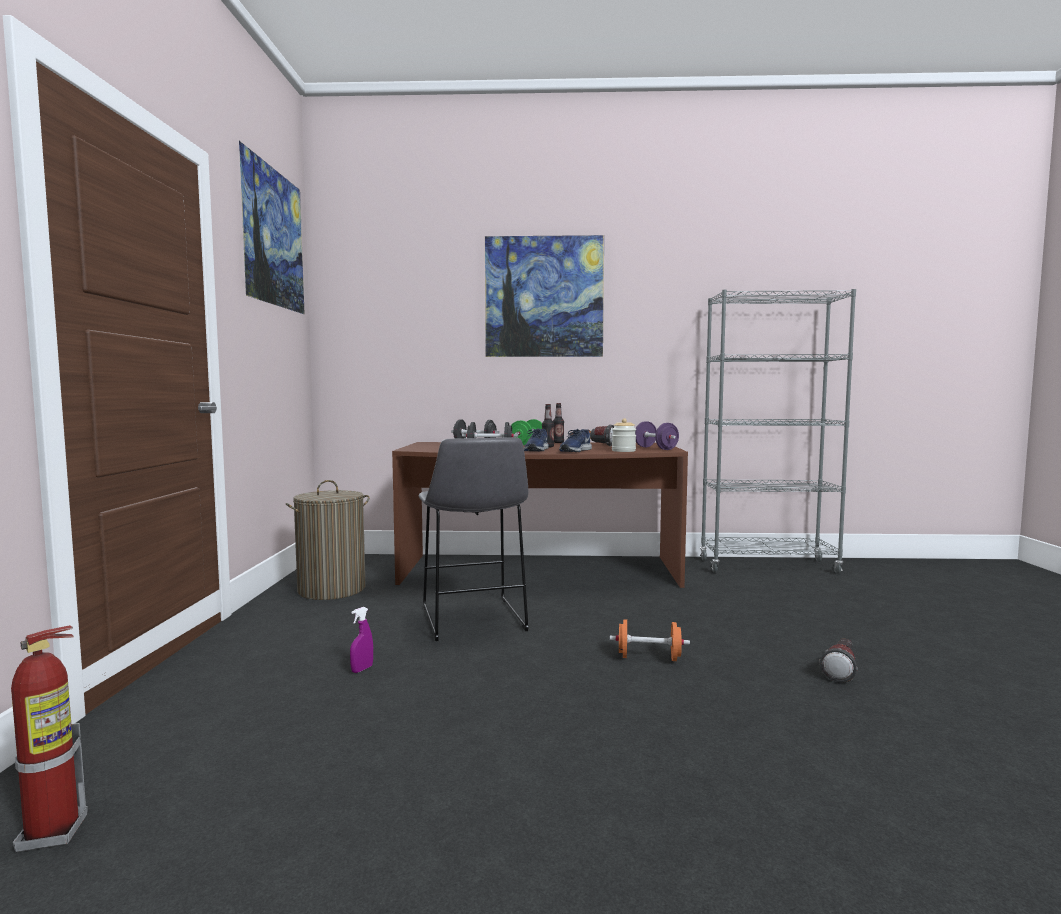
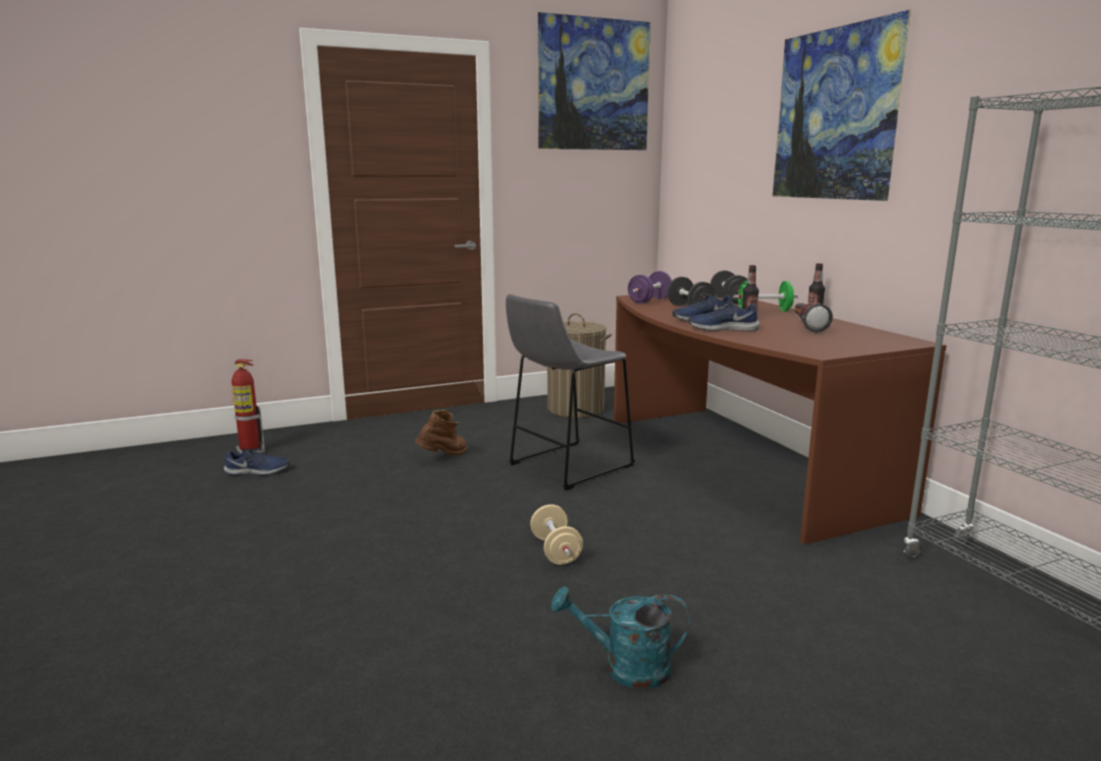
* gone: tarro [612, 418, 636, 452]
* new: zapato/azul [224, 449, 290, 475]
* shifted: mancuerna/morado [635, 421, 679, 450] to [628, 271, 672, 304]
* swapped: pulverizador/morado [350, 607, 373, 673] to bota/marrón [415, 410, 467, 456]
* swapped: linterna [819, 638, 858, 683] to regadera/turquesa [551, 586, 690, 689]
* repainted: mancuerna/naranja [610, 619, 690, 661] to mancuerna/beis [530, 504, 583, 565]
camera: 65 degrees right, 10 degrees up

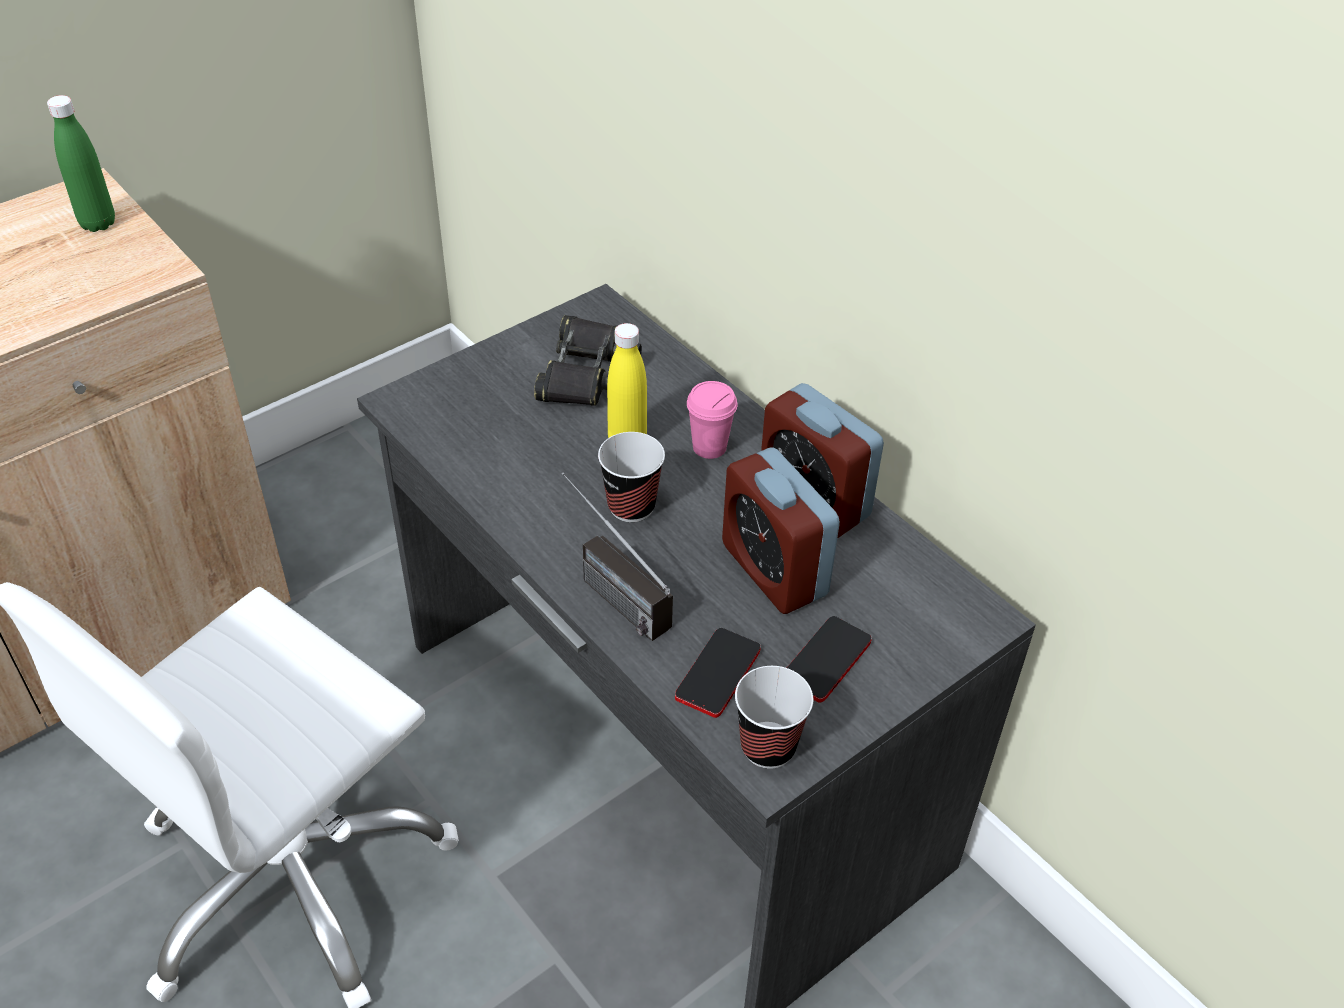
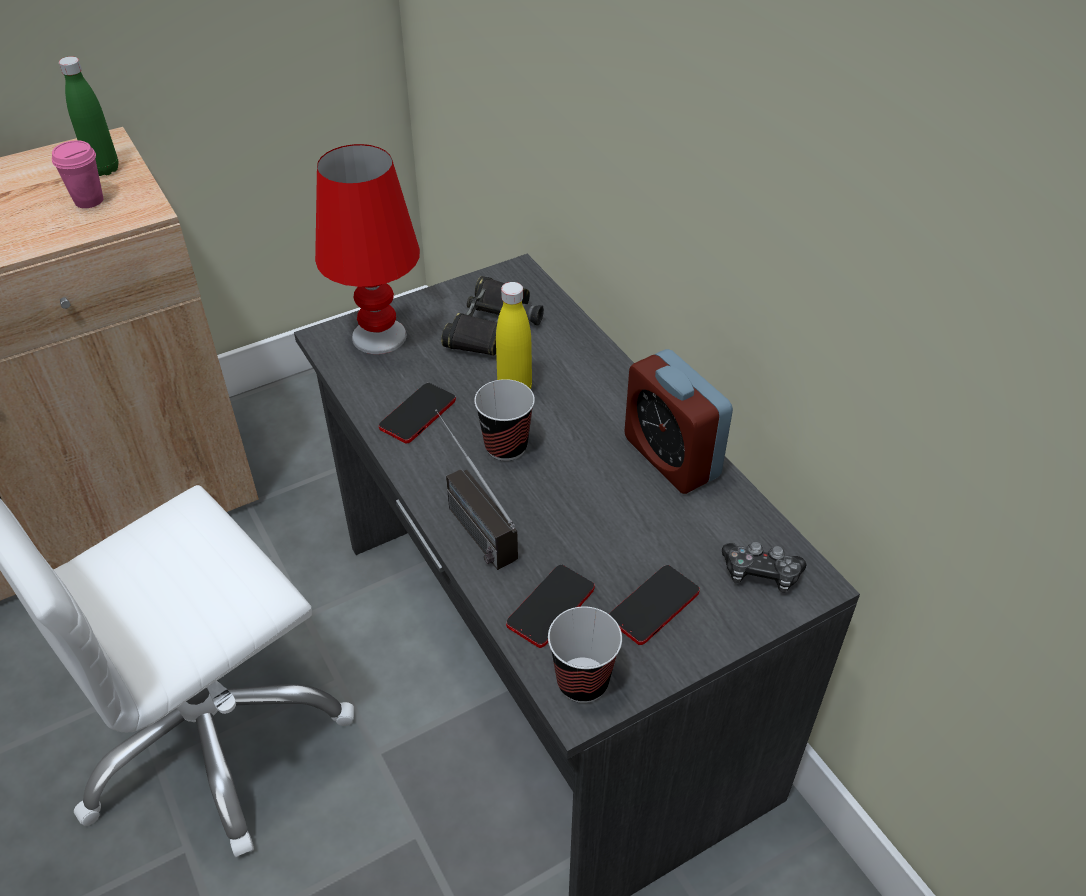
* gone: despertador [722, 447, 840, 614]
* new: lámpara de mesa/rojo [315, 144, 420, 354]
* new: móvil [379, 383, 456, 444]
* new: mando de consola [722, 541, 807, 593]
* shifted: taza/rosa [687, 381, 738, 459] to [52, 140, 103, 208]
camera: 10 degrees right, 0 degrees up

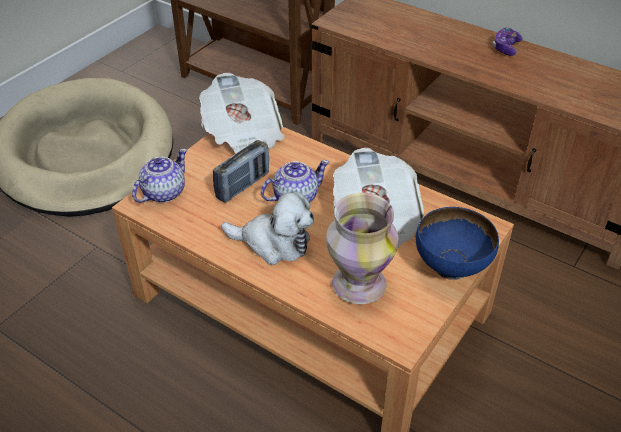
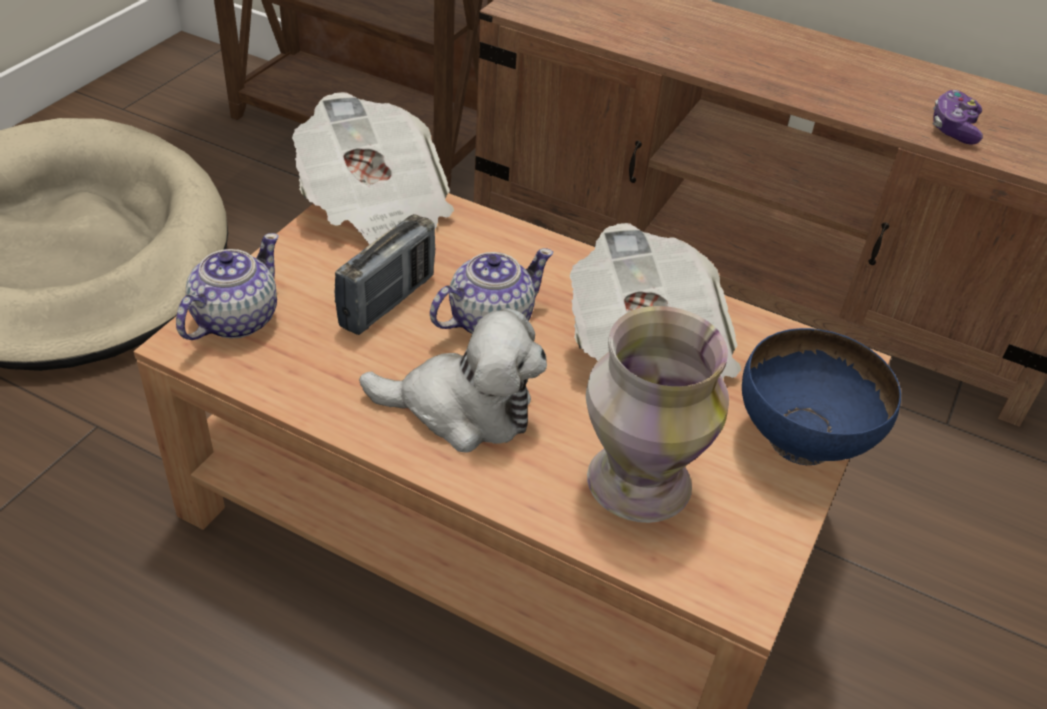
* shifted: mando de consola [493, 28, 523, 56] to [933, 90, 983, 145]
camera: 10 degrees left, 0 degrees up

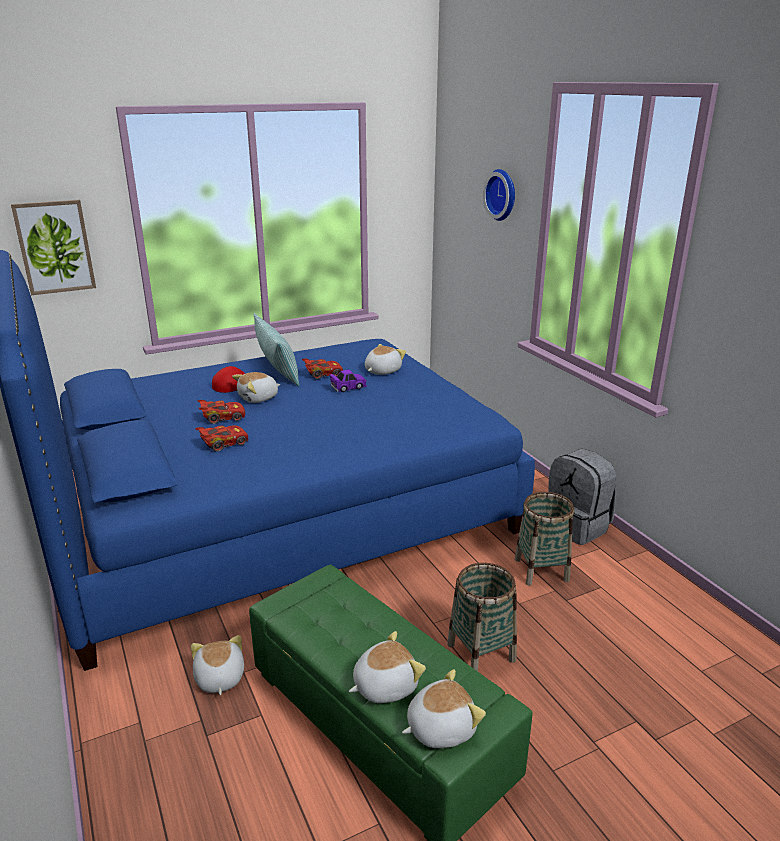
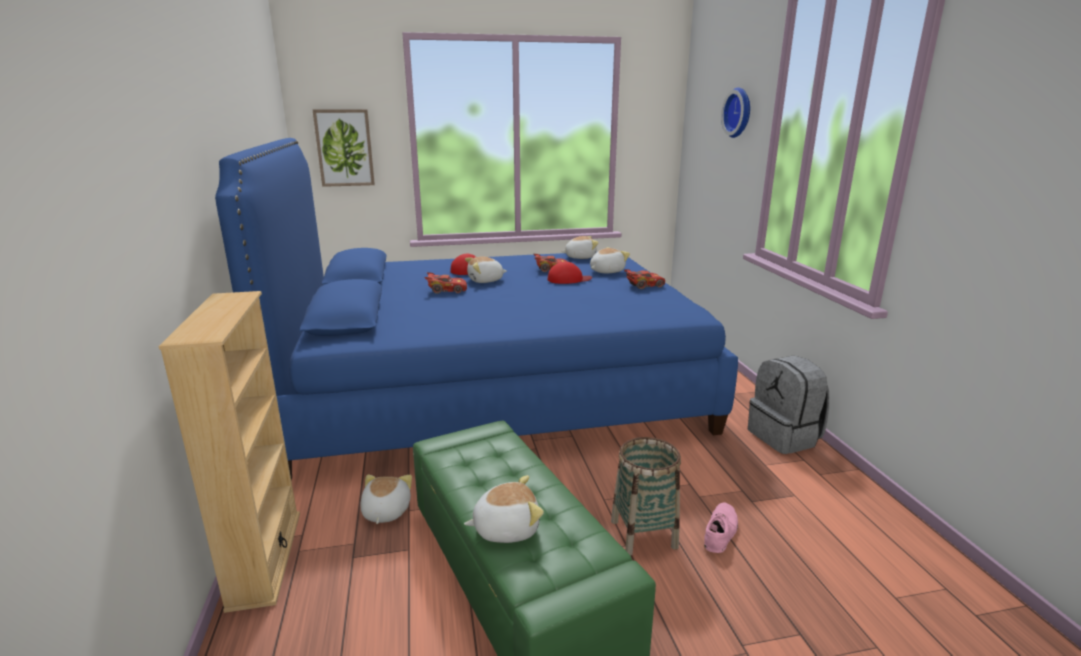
* gone: cojín [254, 313, 299, 387]
* gone: cesta [515, 492, 574, 586]
* new: estantería/beis [158, 291, 300, 613]
* new: zapato/rosa [704, 503, 738, 553]
* shifted: coche de juguete/rojo [195, 425, 248, 452] to [624, 269, 665, 289]
* shifted: peluche [402, 669, 486, 748] to [561, 236, 599, 259]
* swapped: coche de juguete/morado [329, 370, 367, 392] to gorra/rojo [548, 261, 592, 284]
camera: 15 degrees right, 5 degrees down

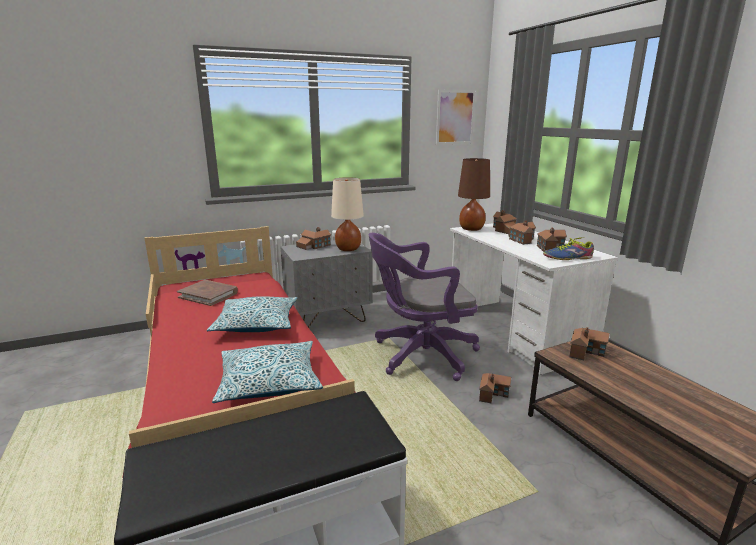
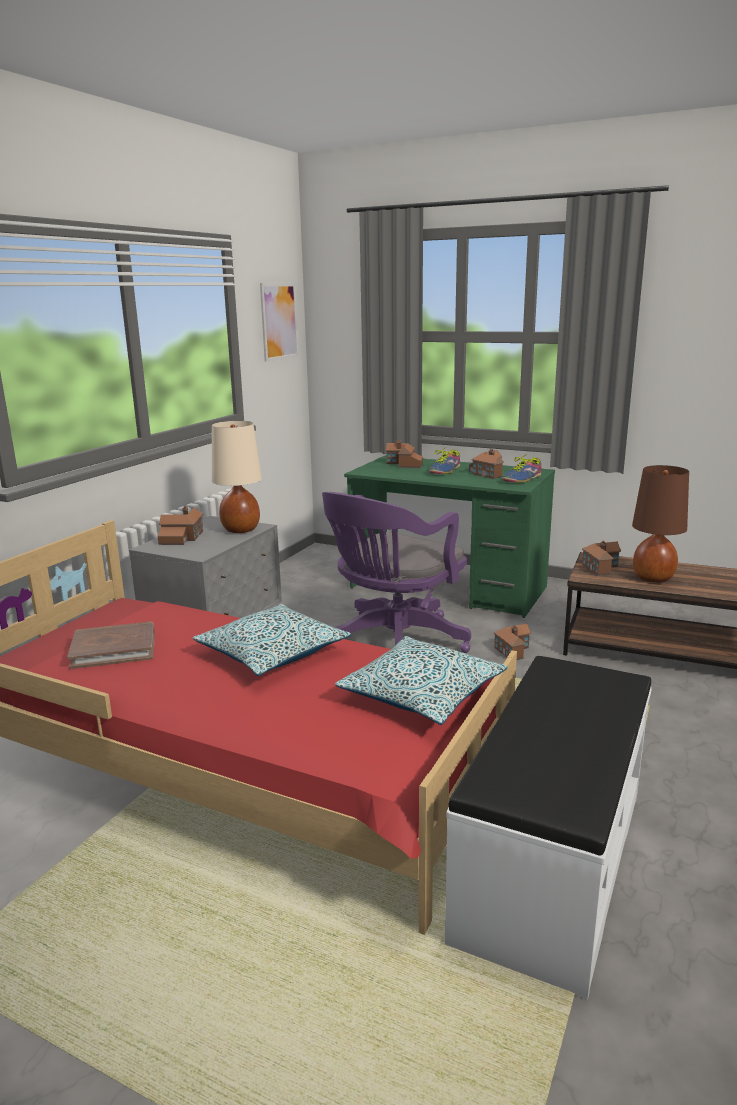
* shifted: lámpara de mesa/marrón [458, 158, 490, 231] to [632, 465, 689, 583]
* swapped: casita [508, 220, 536, 245] to zapato [429, 447, 460, 474]
* repainted: escritorio/blanco [450, 223, 618, 375] to escritorio/verde [344, 455, 555, 618]
camera: 40 degrees left, 0 degrees up

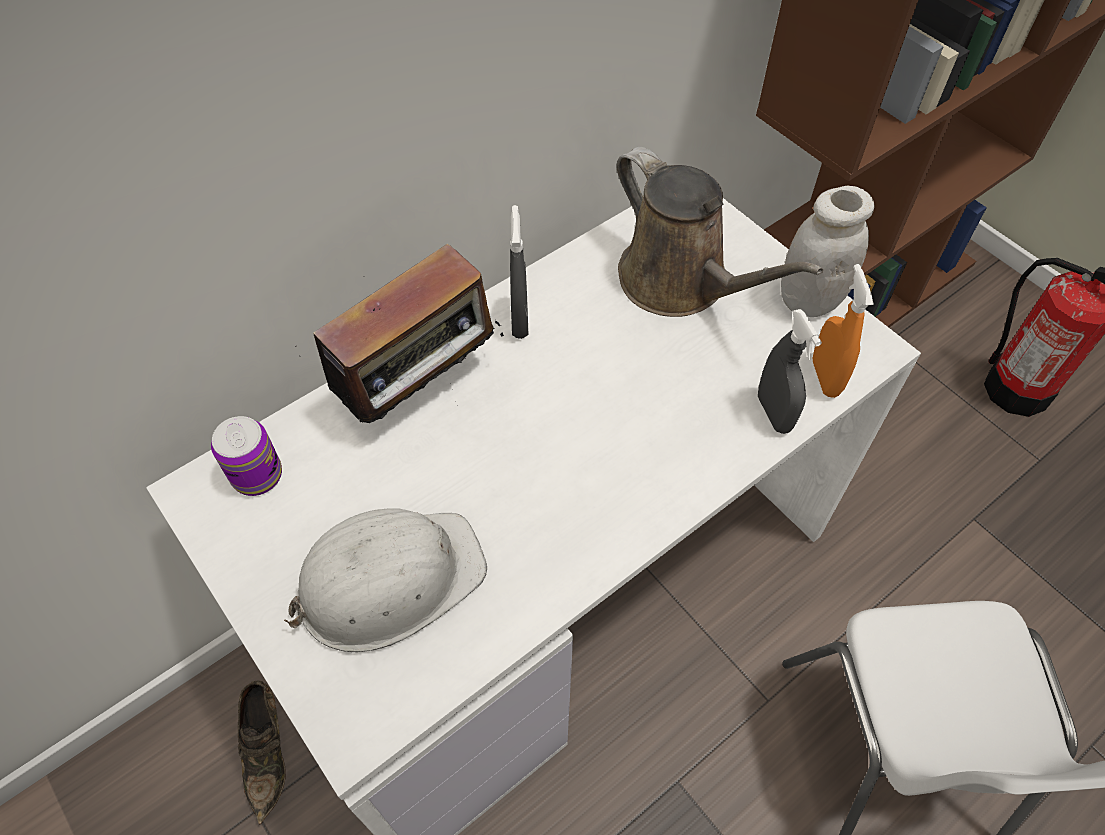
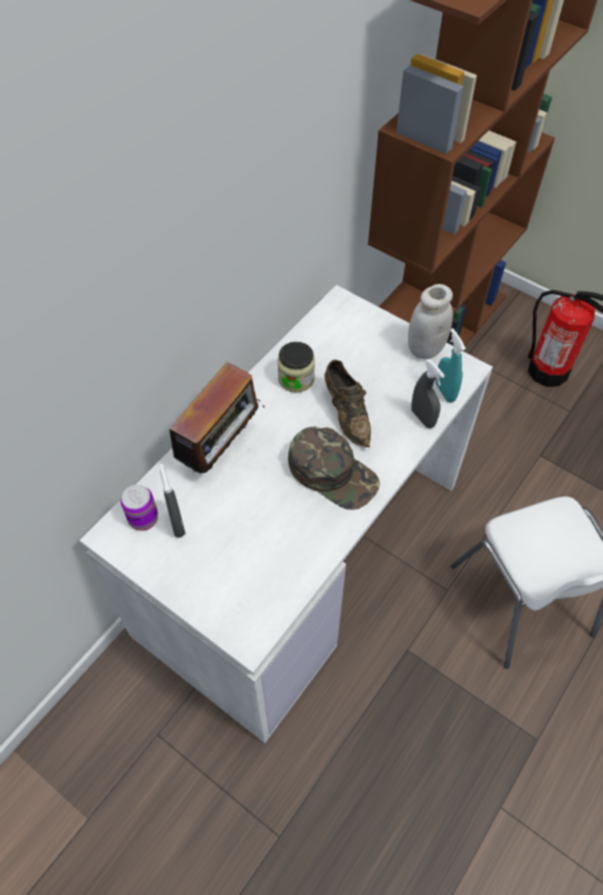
* gone: casco/blanco [284, 508, 487, 652]
* gone: regadera/marrón [616, 147, 823, 317]
* new: tarro [277, 342, 315, 393]
* new: gorra/verde [288, 427, 380, 510]
* shifted: zapato/marrón [237, 681, 286, 825] to [324, 360, 371, 447]
* shifted: pulverizador/gris [510, 205, 529, 339] to [159, 464, 185, 538]
* repainted: pulverizador/naranja [812, 264, 874, 398] to pulverizador/turquesa [436, 328, 466, 402]
camera: 15 degrees left, 0 degrees up

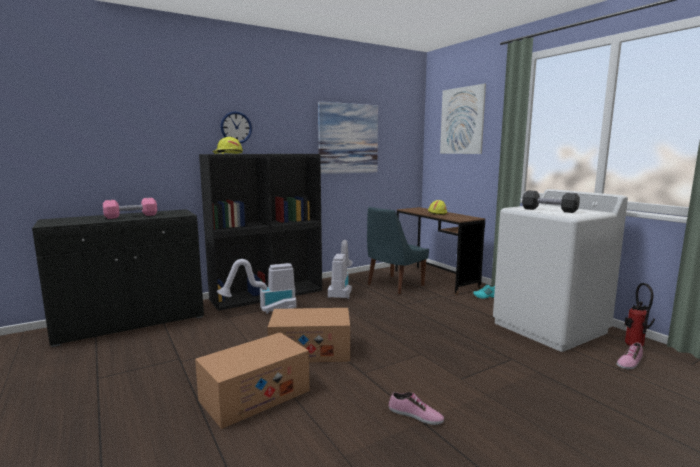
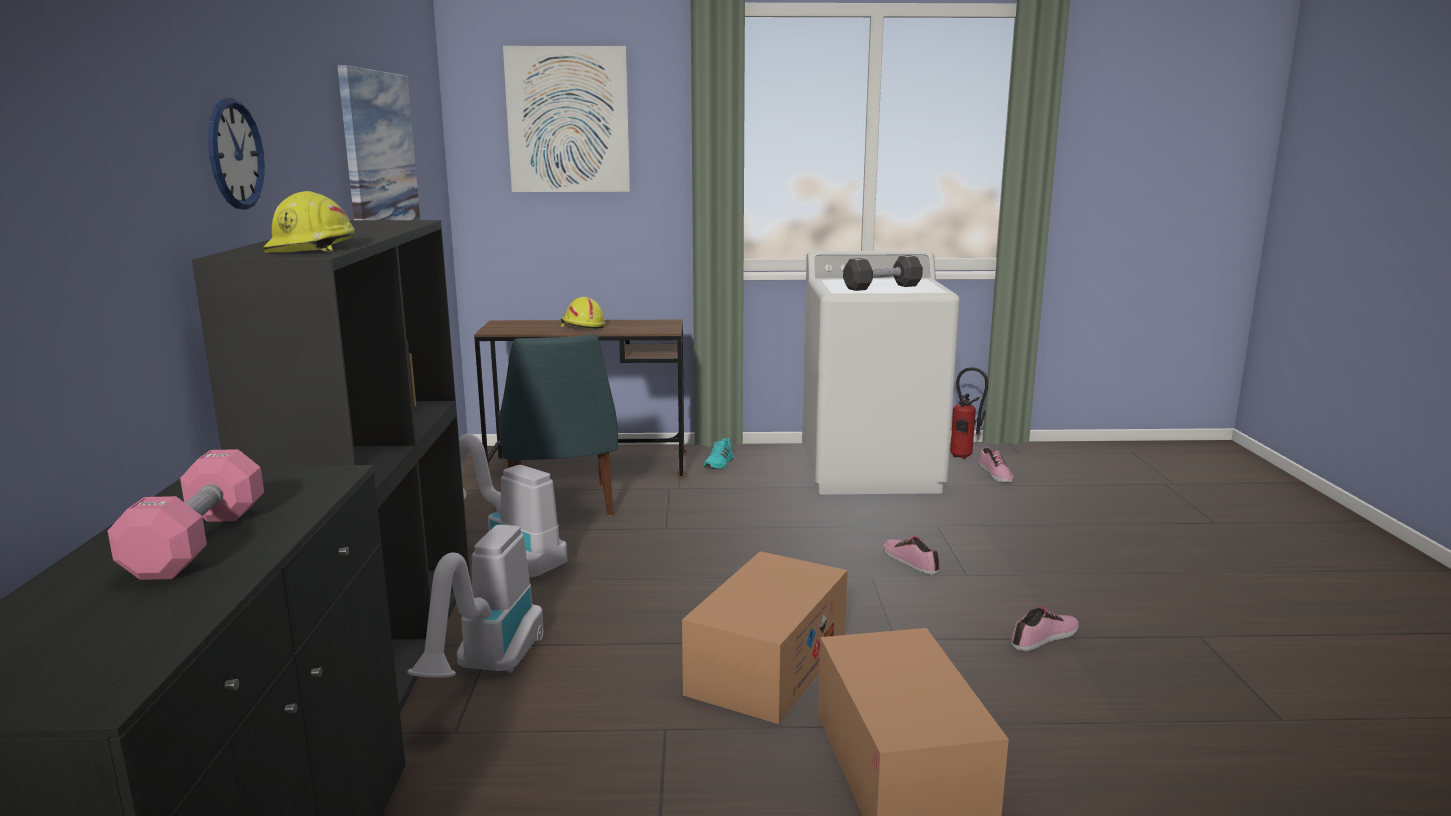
* new: zapato [883, 536, 940, 575]
camera: 60 degrees left, 5 degrees up

